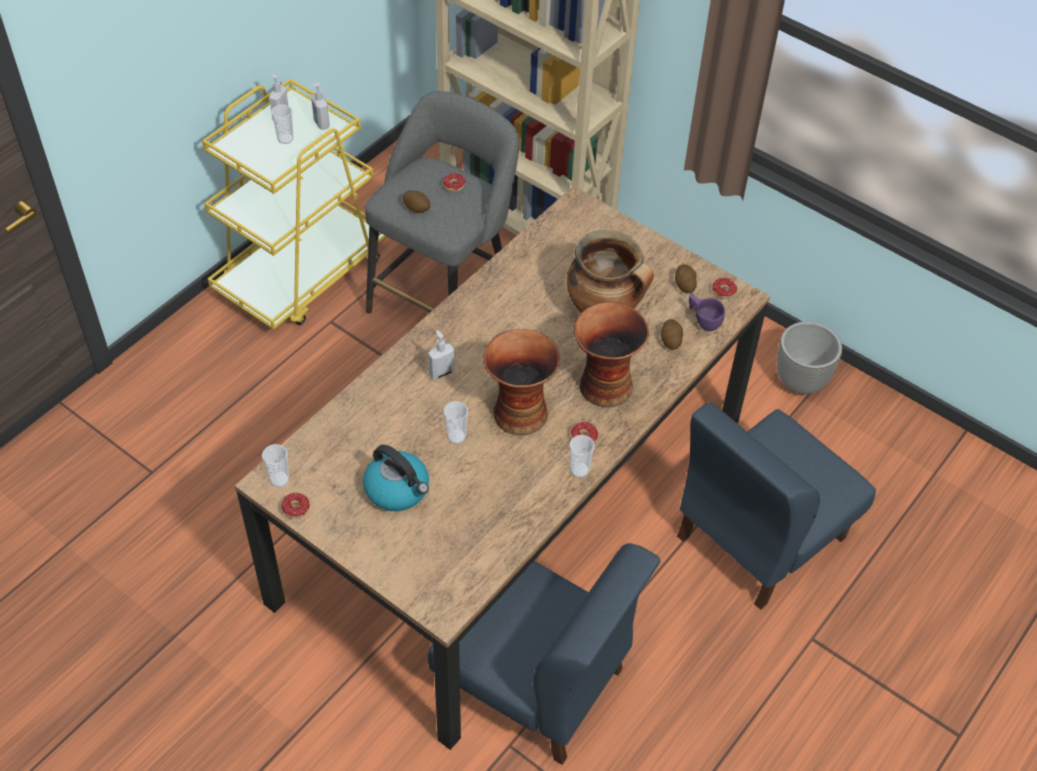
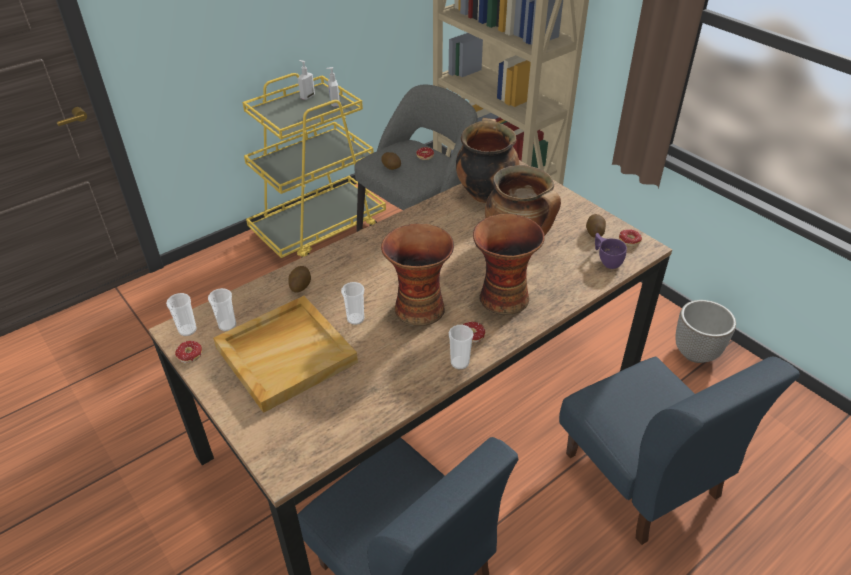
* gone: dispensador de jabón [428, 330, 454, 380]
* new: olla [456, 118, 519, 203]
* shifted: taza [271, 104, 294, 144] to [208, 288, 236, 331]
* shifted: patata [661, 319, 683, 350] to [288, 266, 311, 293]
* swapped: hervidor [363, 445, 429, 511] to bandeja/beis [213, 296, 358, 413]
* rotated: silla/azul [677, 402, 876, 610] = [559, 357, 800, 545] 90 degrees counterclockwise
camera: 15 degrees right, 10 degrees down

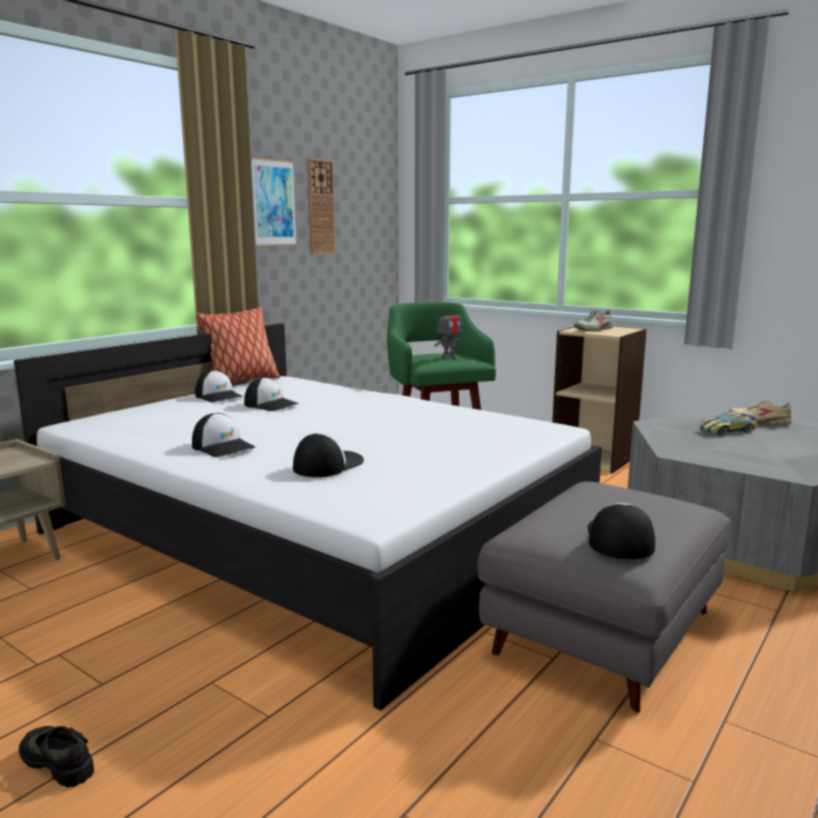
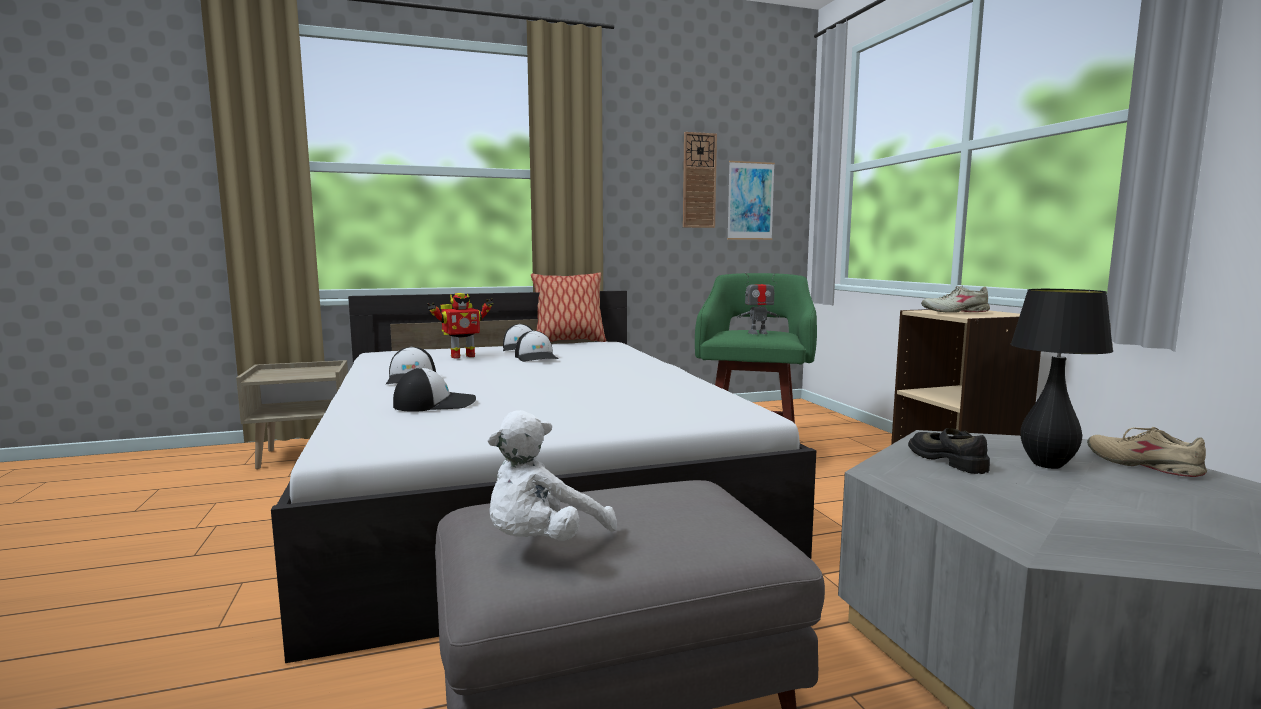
* new: robot de juguete [427, 293, 494, 359]
* shifted: zapato/negro [19, 726, 94, 787] to [908, 428, 990, 474]
* shifted: cuadro [251, 157, 297, 246] to [727, 161, 775, 240]
* swapped: gorra [588, 503, 655, 559] to peluche/blanco [488, 410, 617, 541]
* swapped: coche de juguete [699, 413, 758, 436] to lámpara de mesa/negro [1011, 289, 1113, 469]
camera: 35 degrees right, 5 degrees down

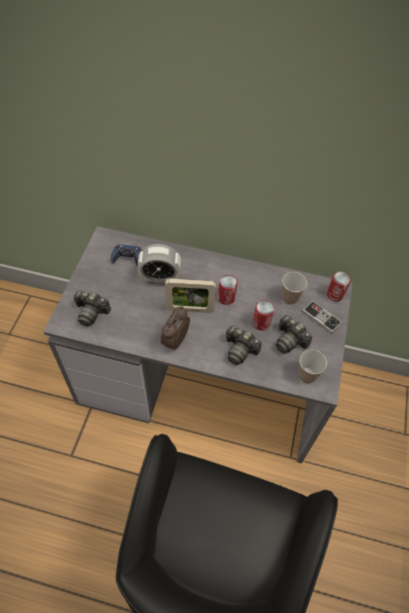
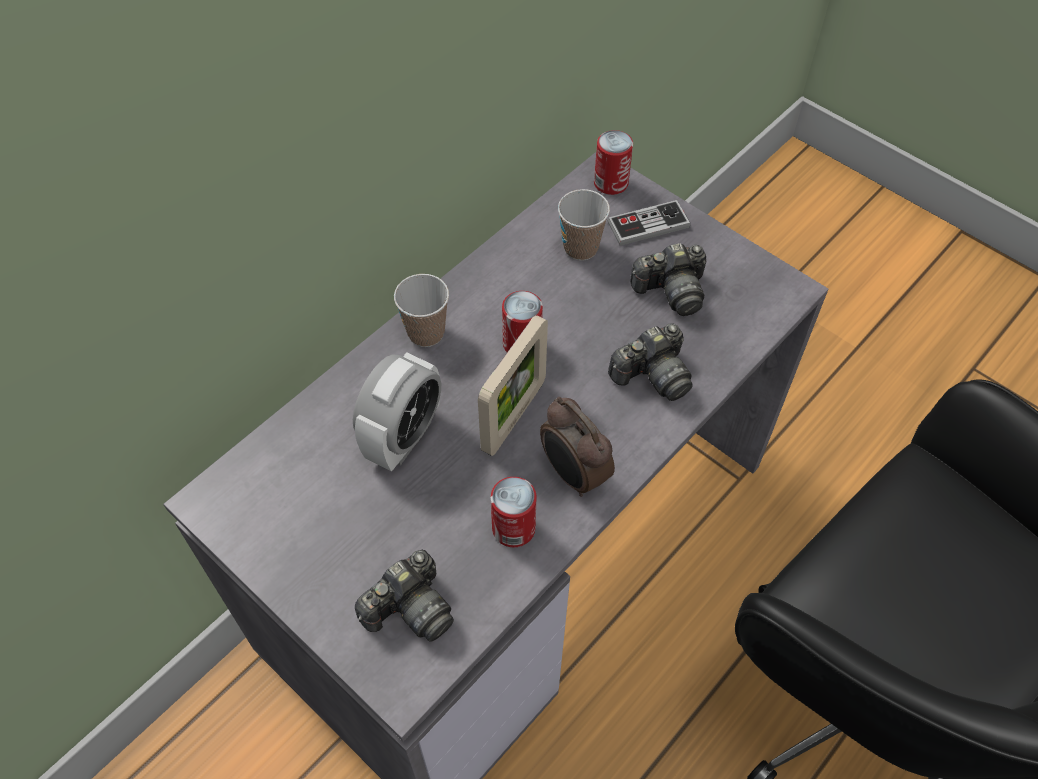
* gone: mando de consola/azul [110, 244, 142, 266]
* shifted: lata [252, 300, 274, 331] to [491, 477, 537, 547]
* shifted: taza [298, 350, 327, 384] to [394, 274, 449, 347]
camera: 60 degrees left, 0 degrees up

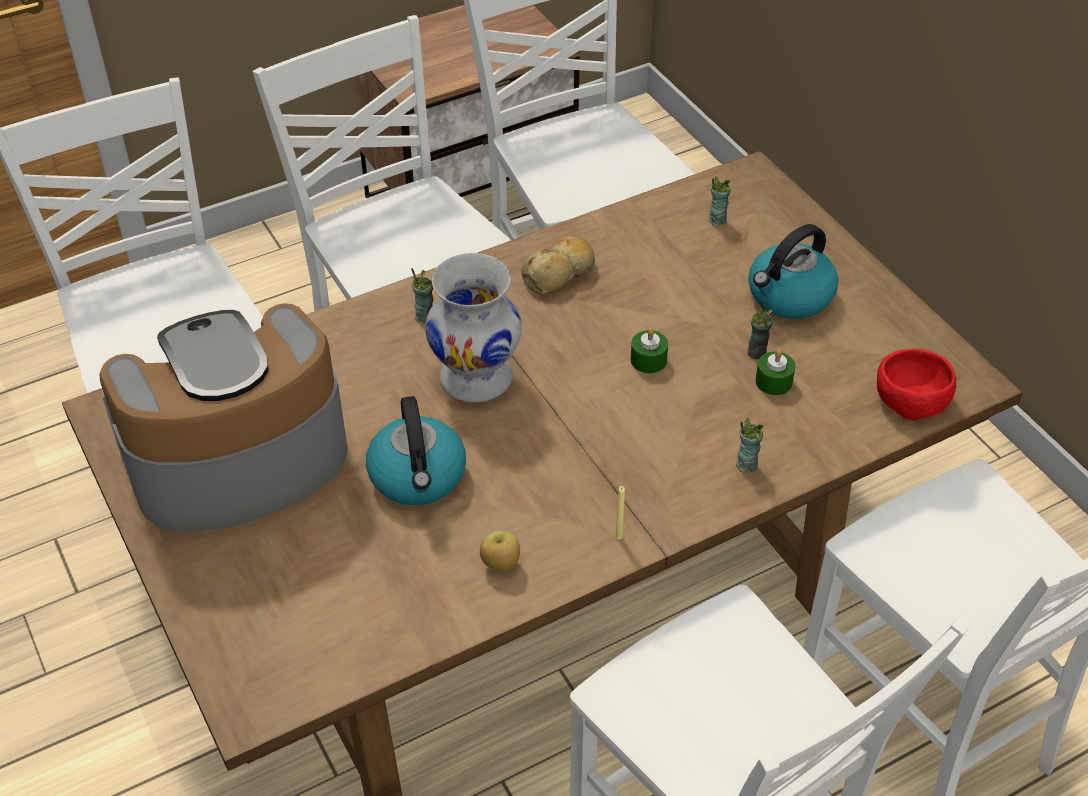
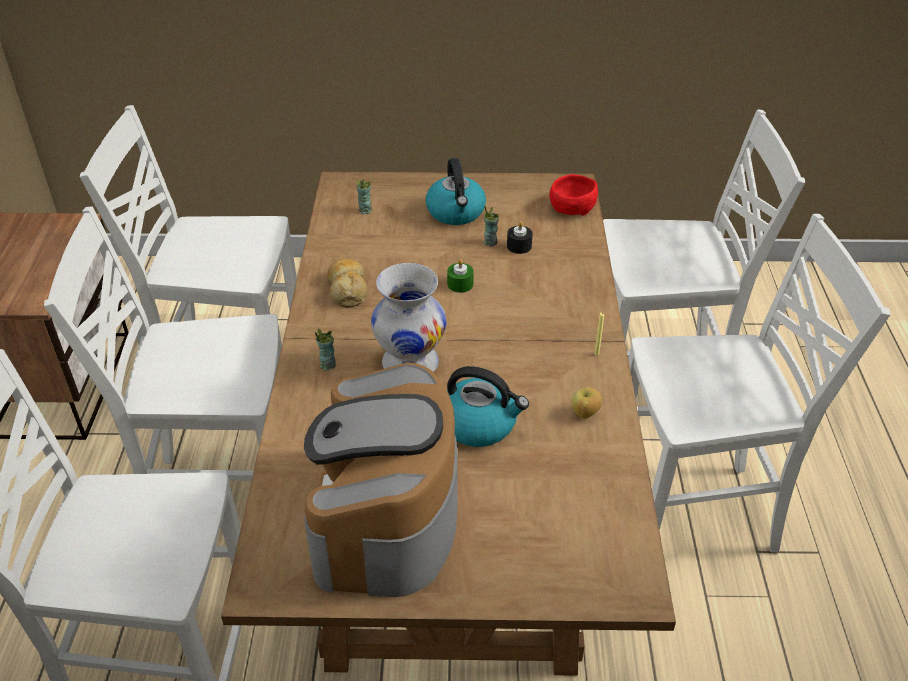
* gone: taza [736, 418, 764, 472]
* repainted: vela/verde [755, 350, 796, 395] to vela/negro [507, 221, 533, 254]
camera: 60 degrees left, 5 degrees down

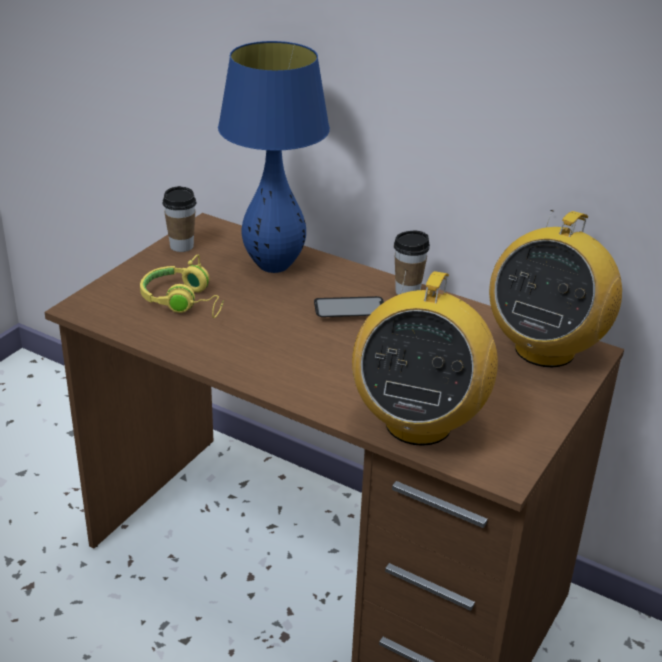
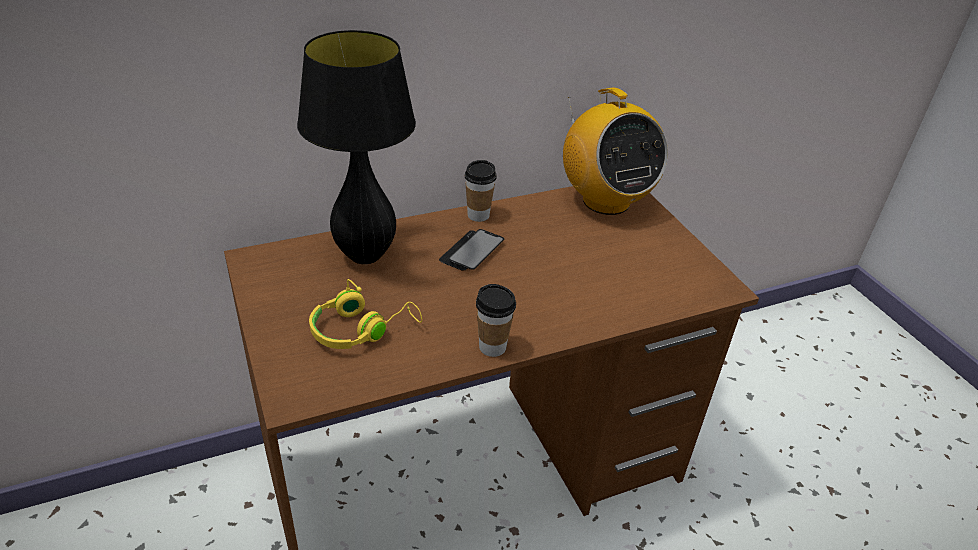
* gone: radio [352, 269, 498, 446]
* shifted: taza [162, 186, 196, 252] to [476, 284, 516, 357]
* repainted: lámpara de mesa/azul [218, 41, 330, 273] to lámpara de mesa/negro [297, 30, 416, 264]
camera: 55 degrees left, 5 degrees up

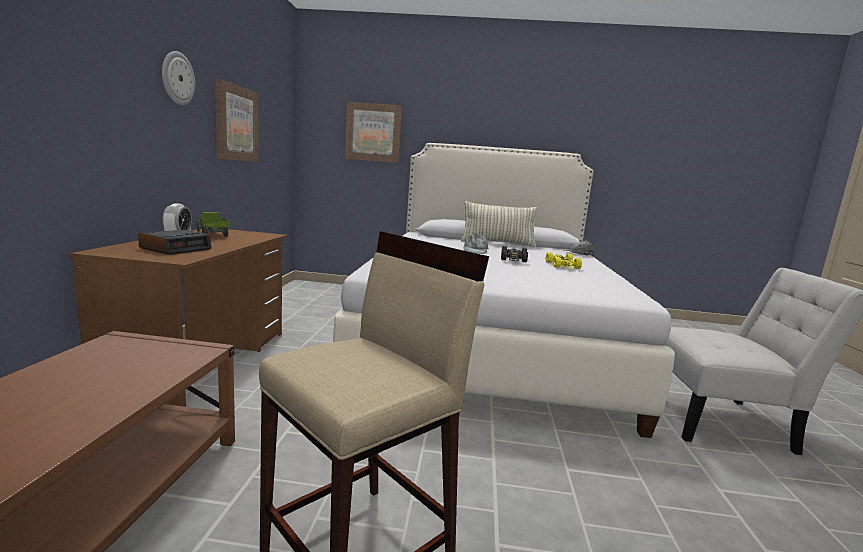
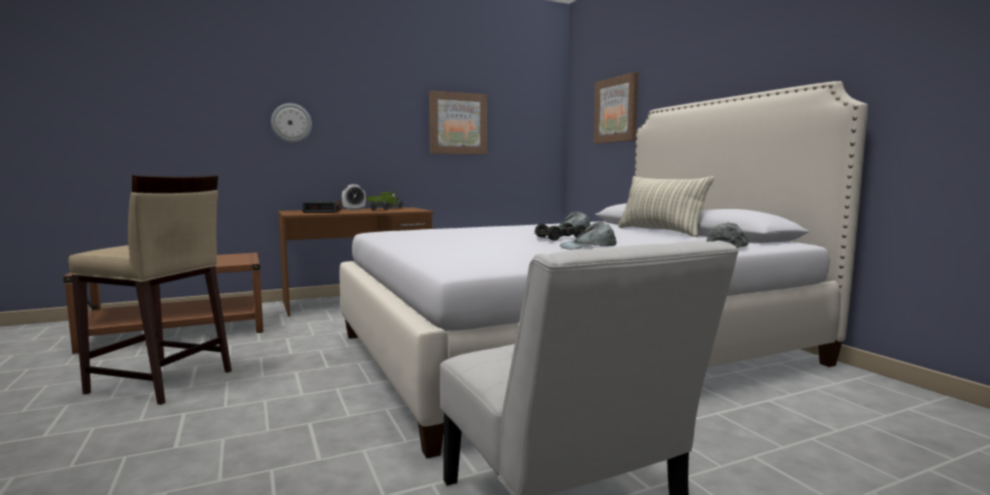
* shifted: reloj de pared [162, 51, 195, 106] to [271, 103, 312, 143]
* swapped: coche de juguete/amarillo [546, 252, 582, 269] to gorra/gris [560, 222, 617, 250]
camera: 60 degrees right, 5 degrees down

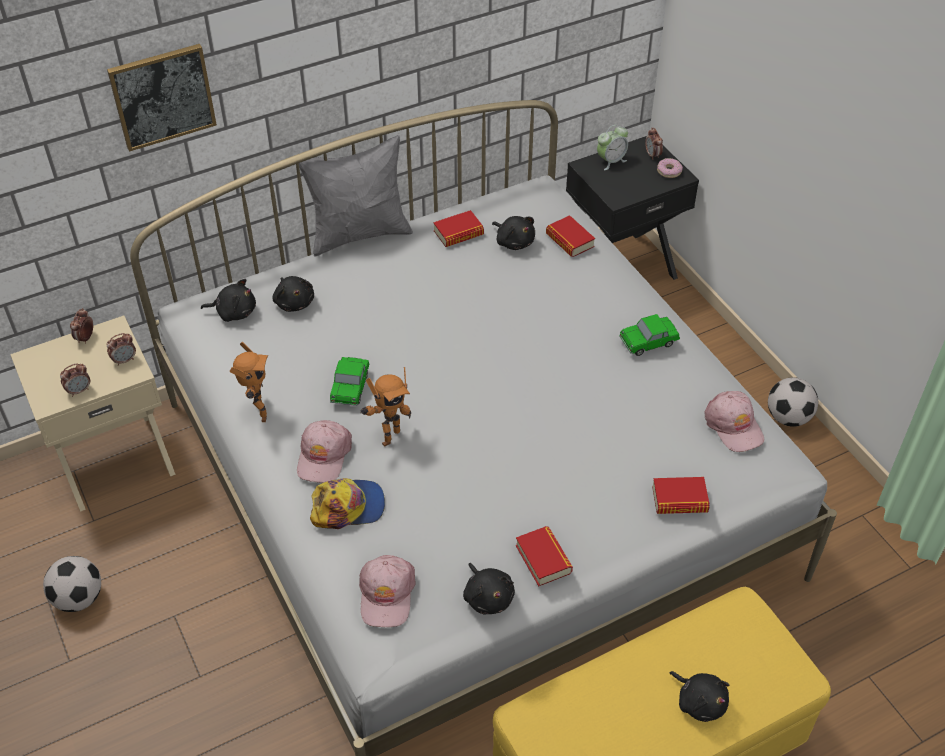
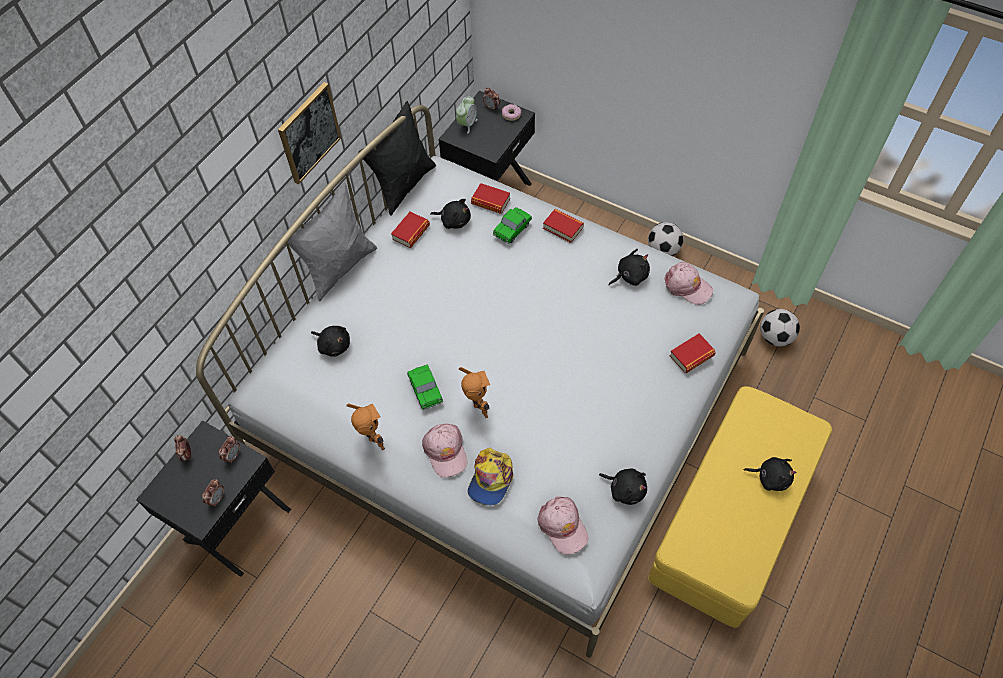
* new: cojín/negro [358, 101, 436, 216]
* shifted: balón de fútbol [43, 556, 101, 612] to [760, 309, 800, 347]
* shifted: cuadro [107, 44, 217, 152] to [278, 82, 341, 184]
* shifted: peluche/negro [201, 279, 256, 322] to [609, 249, 650, 286]
* shifted: libro [516, 526, 573, 586] to [543, 209, 584, 243]
* shifted: coche de juguete [619, 314, 680, 356] to [493, 207, 532, 244]
* repainted: mesita de noche/beis [10, 315, 176, 512] to mesita de noche/negro [136, 421, 291, 577]
* rotated: gorra [310, 478, 385, 529] = [468, 448, 513, 505] 150 degrees clockwise
* rotated: robot de juguete [360, 367, 411, 447] = [459, 367, 490, 418] 45 degrees counterclockwise
camera: 30 degrees left, 10 degrees up

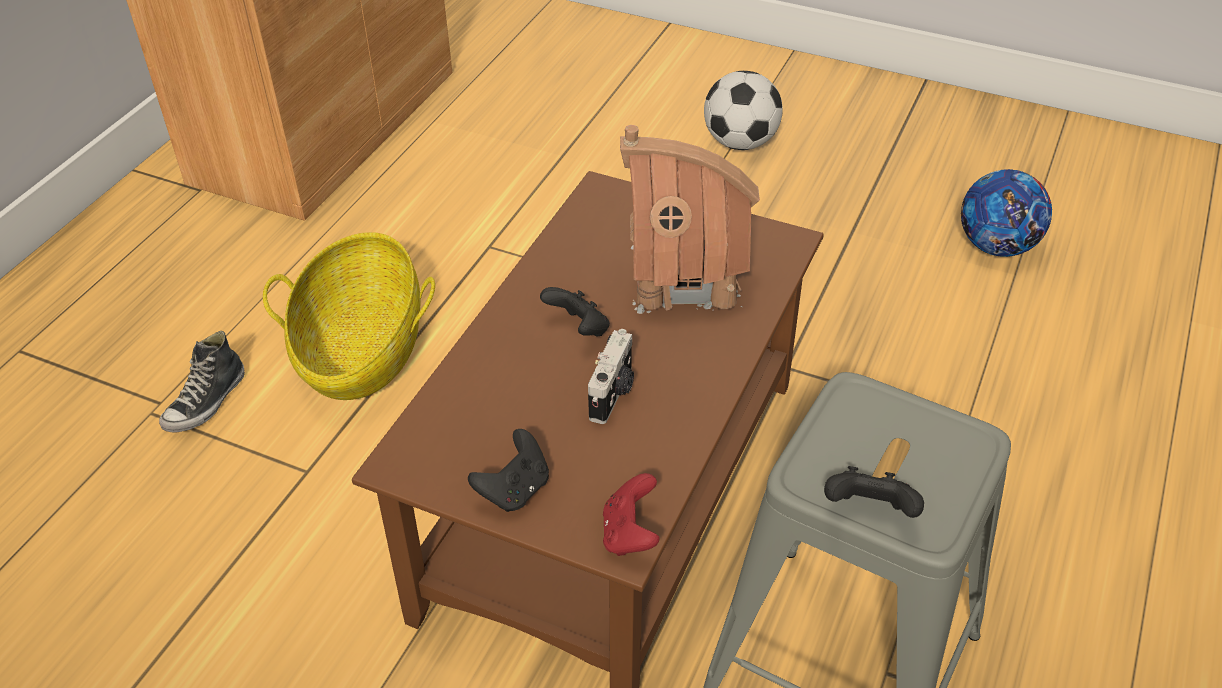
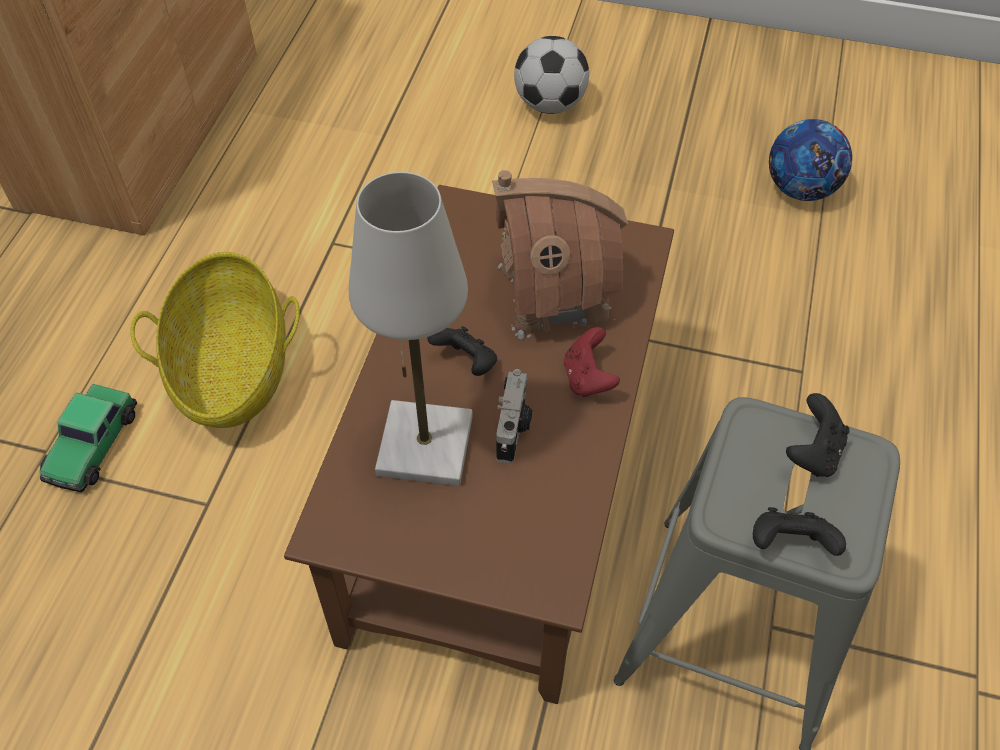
* new: lámpara de mesa/blanco [349, 172, 473, 486]
* shifted: mando de consola/negro [468, 429, 549, 512] to [786, 393, 849, 477]
* shifted: mando de consola/rojo [603, 473, 660, 556] to [564, 327, 620, 397]
* swapped: zapato [159, 331, 245, 433] to coche de juguete [40, 384, 137, 492]
camera: 10 degrees left, 10 degrees up

